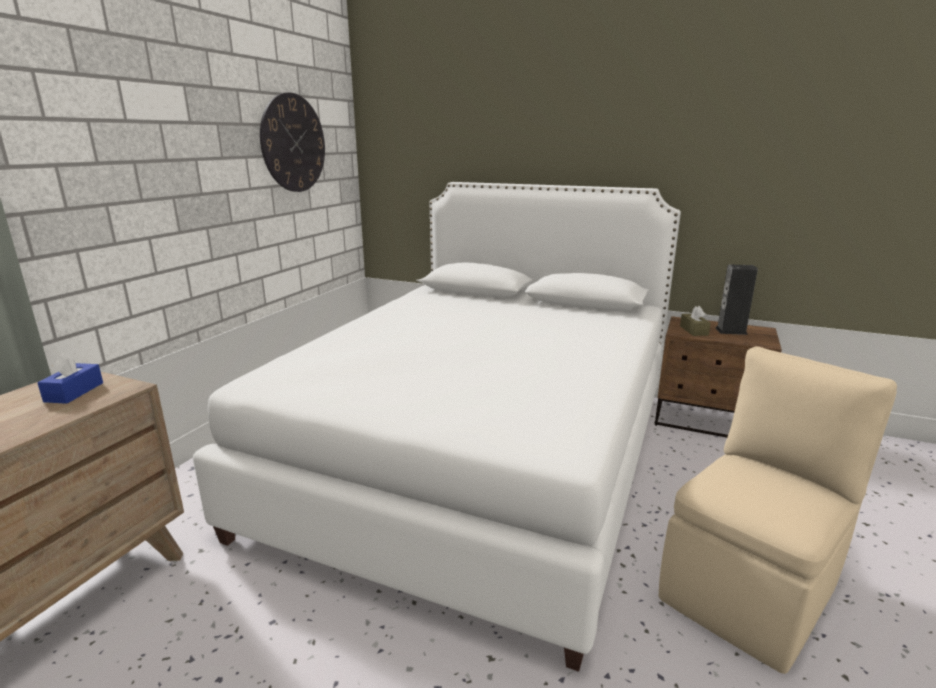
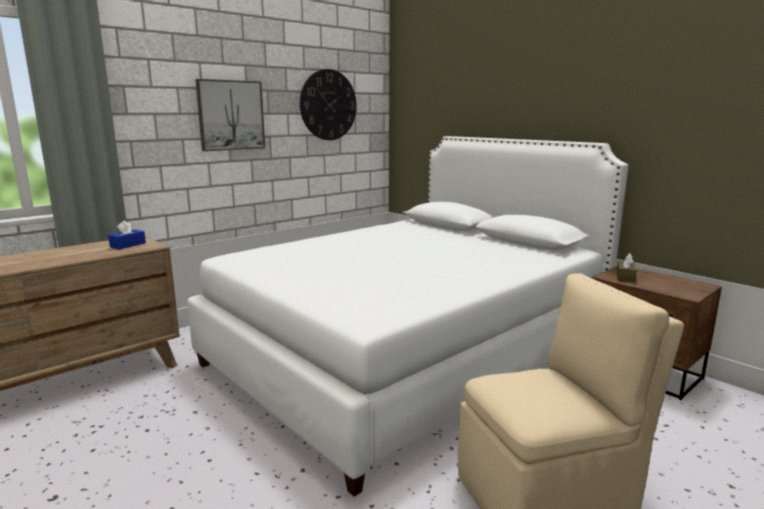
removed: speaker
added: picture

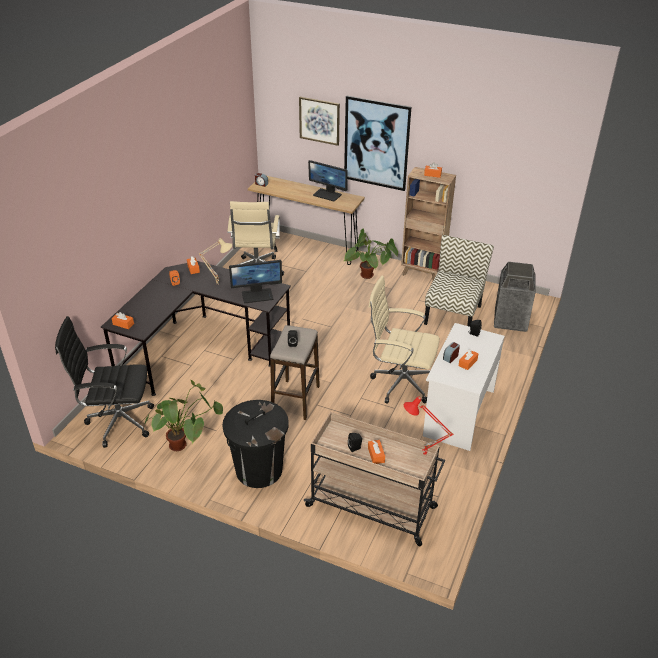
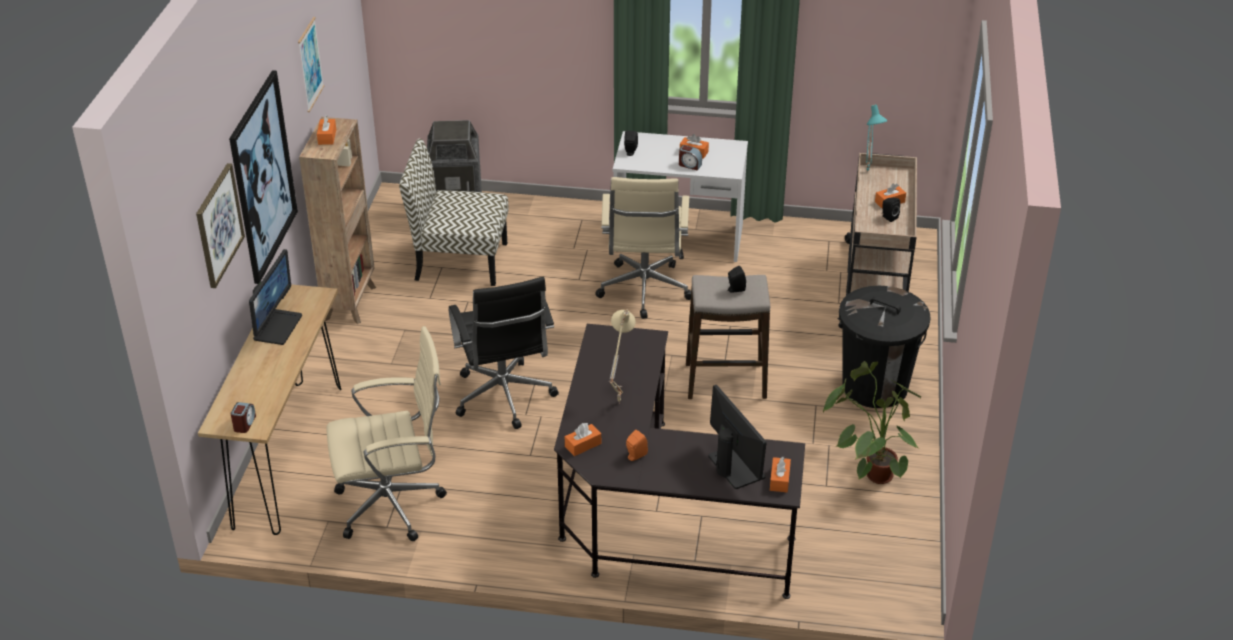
removed: potted plant (2nd from left)
added: picture (3rd from left)
moved: computer screen (1st from left in the first image) to computer screen (2nd from left); desk chair (blackish)
recoloured: tabletop lamp (red) to tabletop lamp (blue-green)

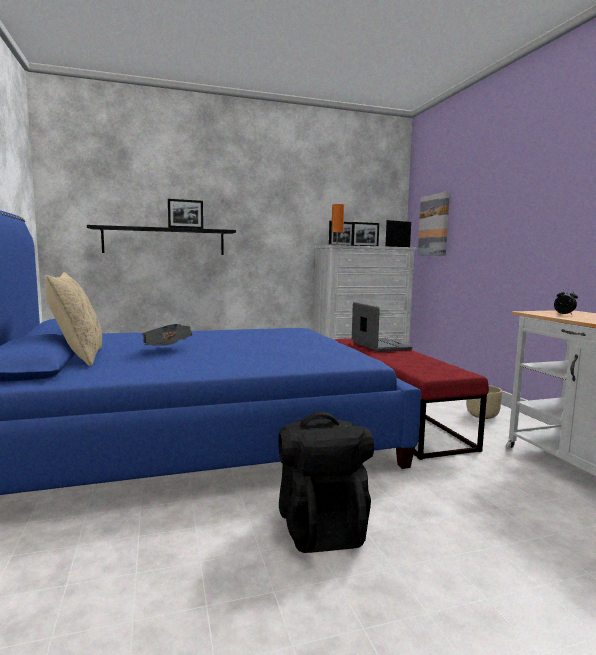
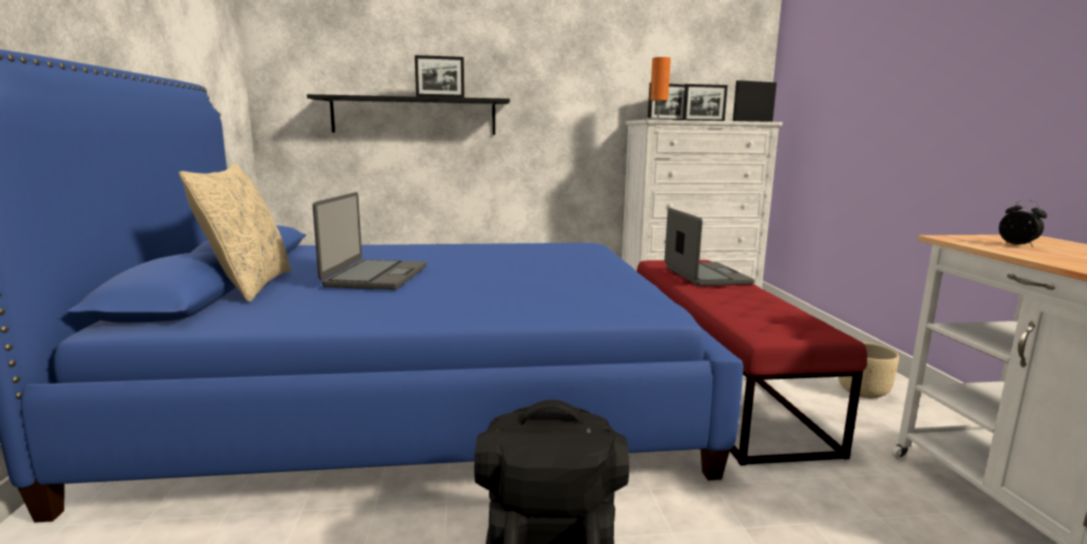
removed: picture
replaced: printed paper to portable computer (1st from left)

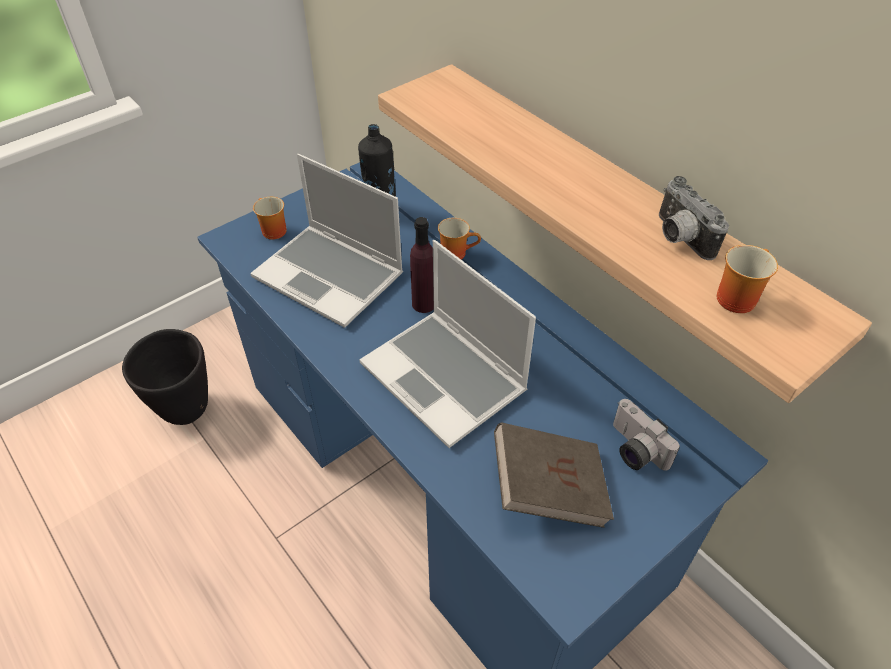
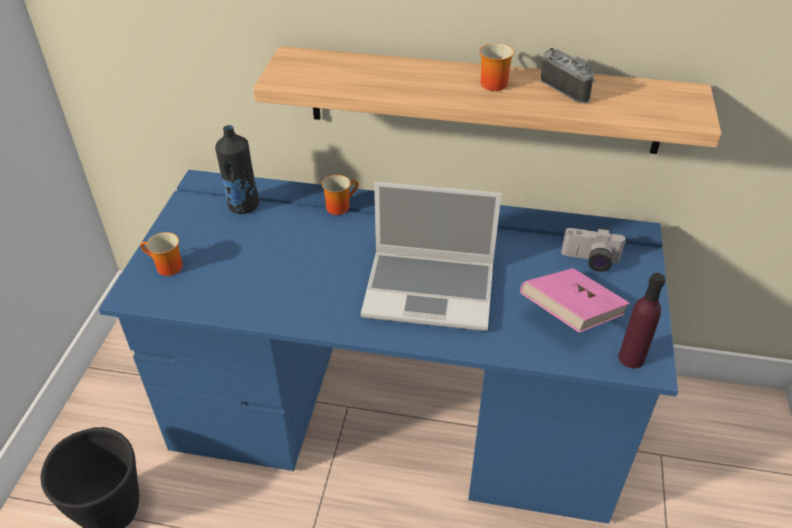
removed: portable computer (1st from left)
moved: drink bottle (purple-coloured); mug (3rd from left)
recoloured: book (brownish) to book (pinkish)
turned: still camera (2nd from left in the first image) 150 degrees counterclockwise

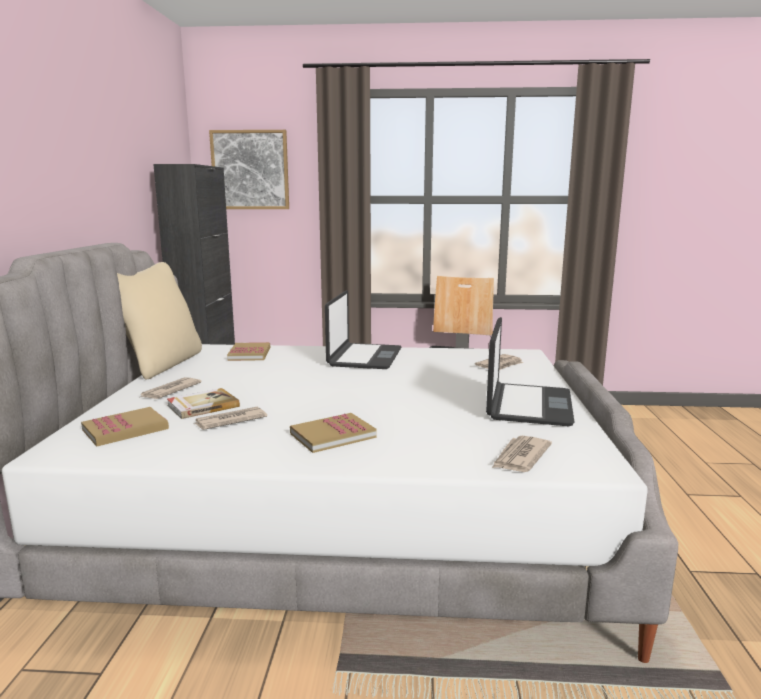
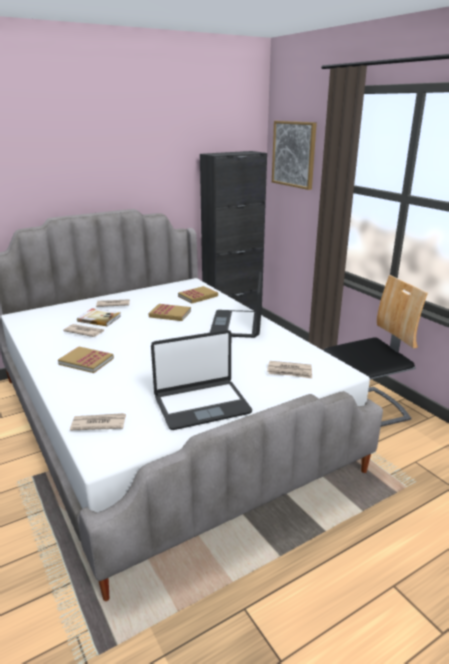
removed: cushion (sand-coloured)
moved: book (1st from left in the first image) to book (3rd from left)
turned: portable computer (1st from left in the first image) 120 degrees clockwise

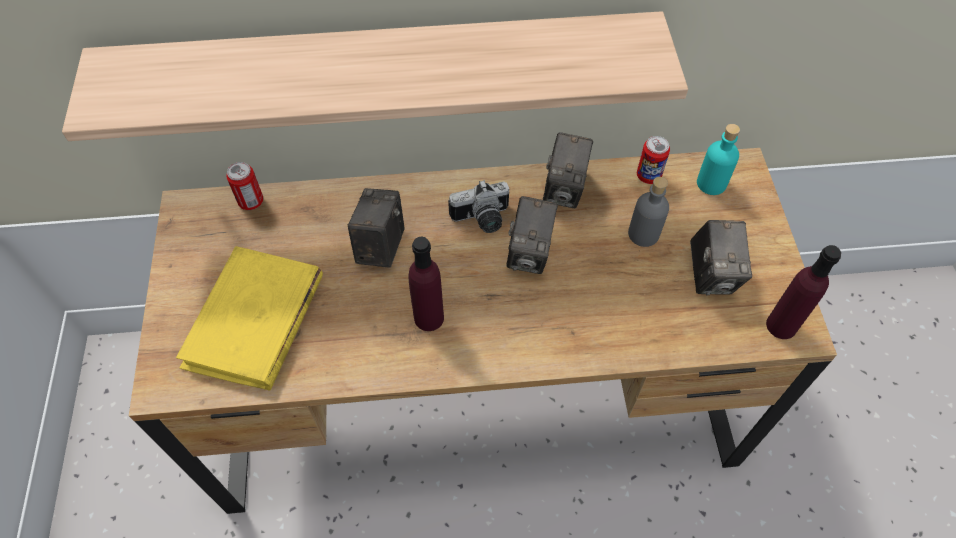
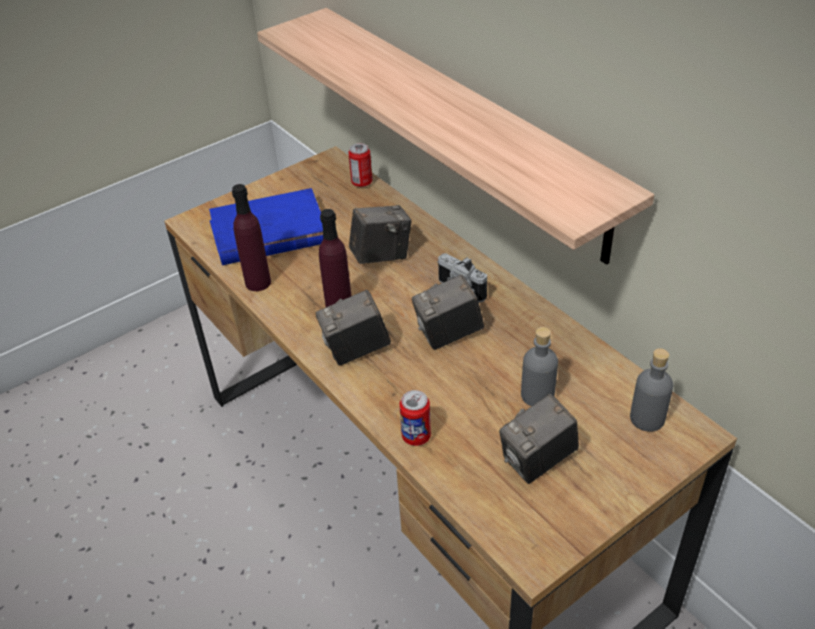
moved: still camera (4th from left in the first image) to still camera (1st from left); can (2nd from left); drink bottle (purple-coloured) (2nd from left in the first image) to drink bottle (purple-coloured) (1st from left)
recoloured: drink bottle (blue-green) to drink bottle (gray) (2nd from left); book (yellowish) to book (blue-coloured)

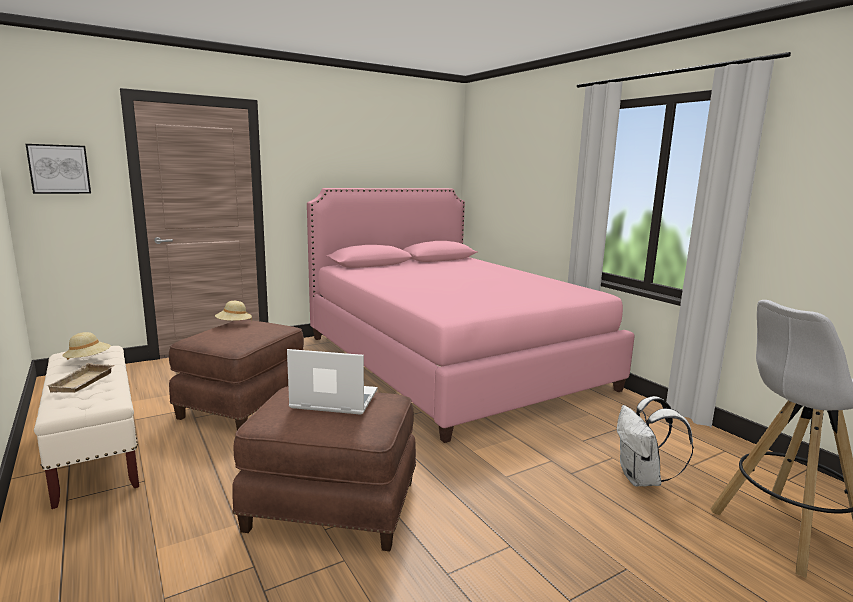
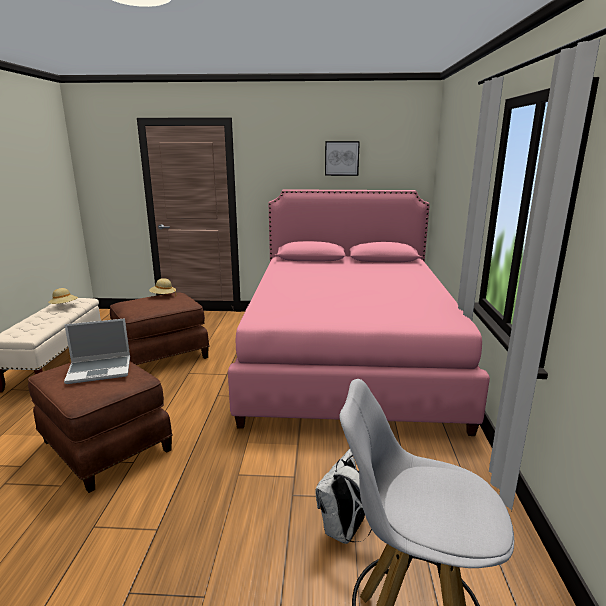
removed: tray (sand-coloured)
moved: picture
turned: portable computer 120 degrees clockwise

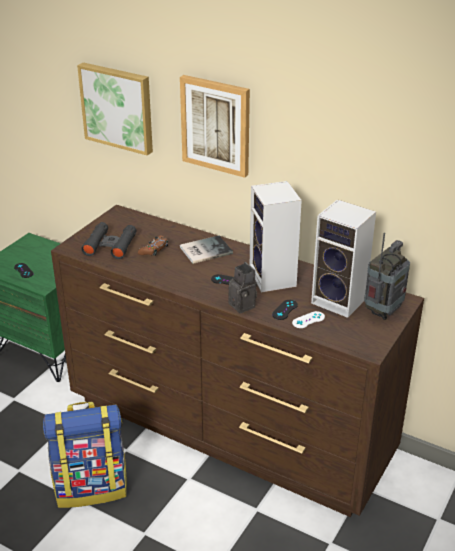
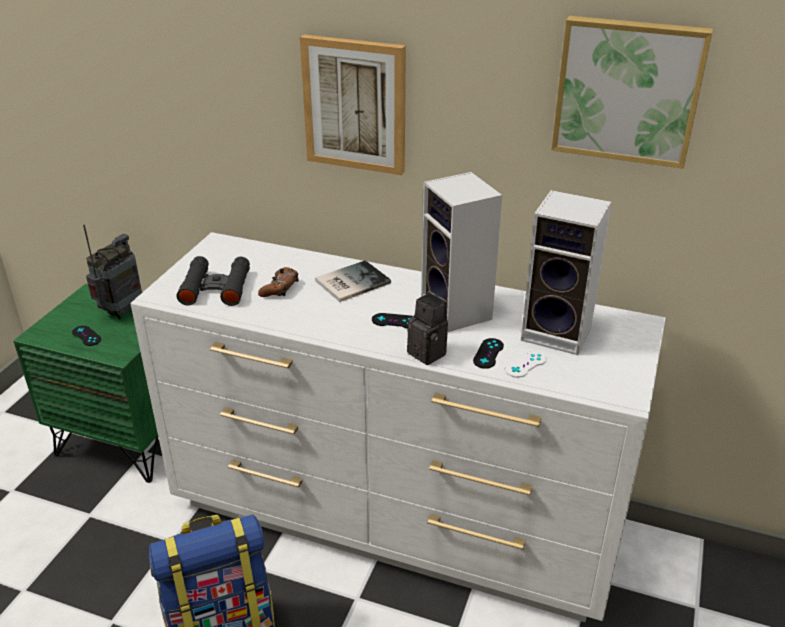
moved: picture (1st from left in the first image) to picture (2nd from left); radio set
recoloured: chest of drawers (brownish) to chest of drawers (white-coloured)

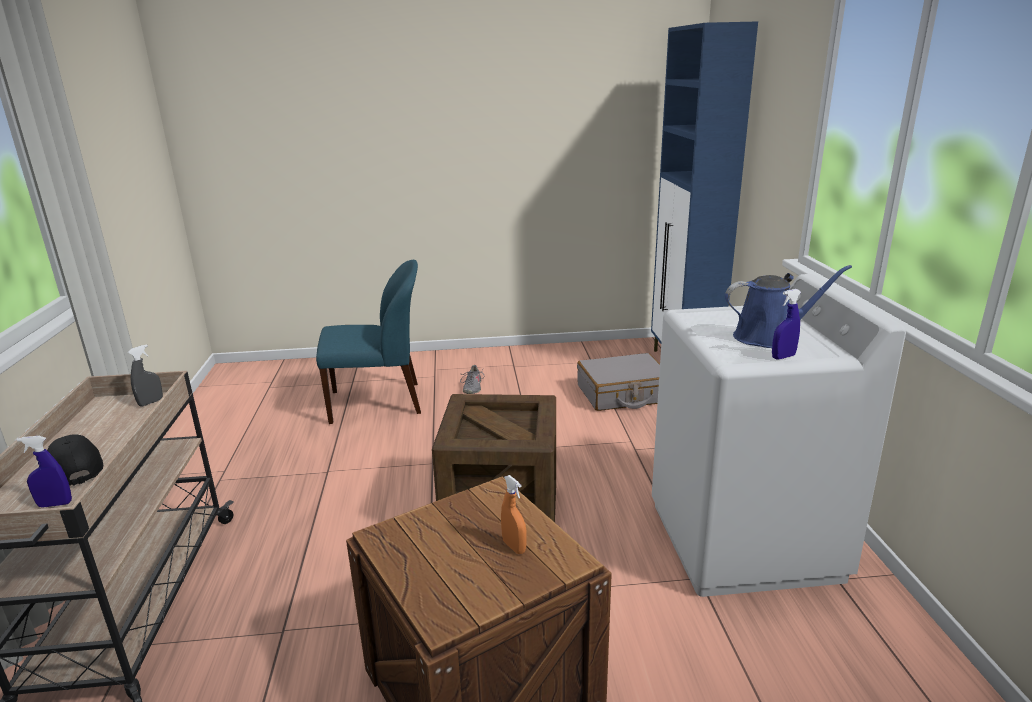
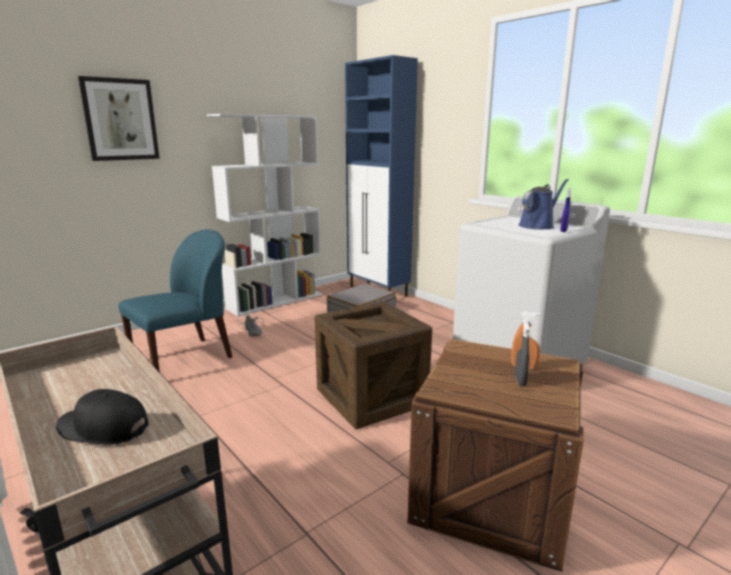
removed: hand sprayer (blue-coloured) (1st from left)
added: picture; bookcase (white-coloured)
moved: hand sprayer (gray)

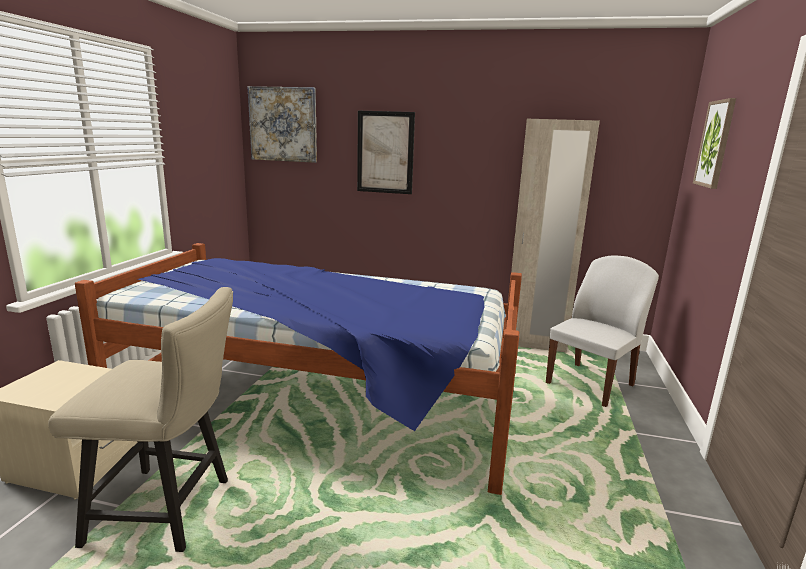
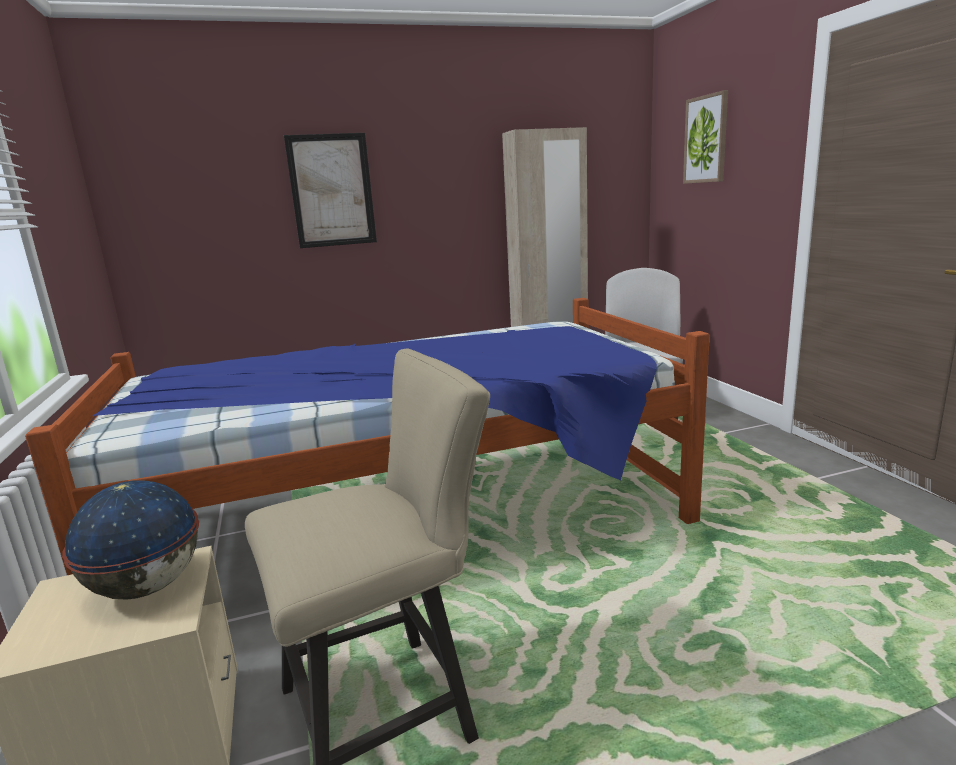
removed: picture (1st from left)
added: world globe

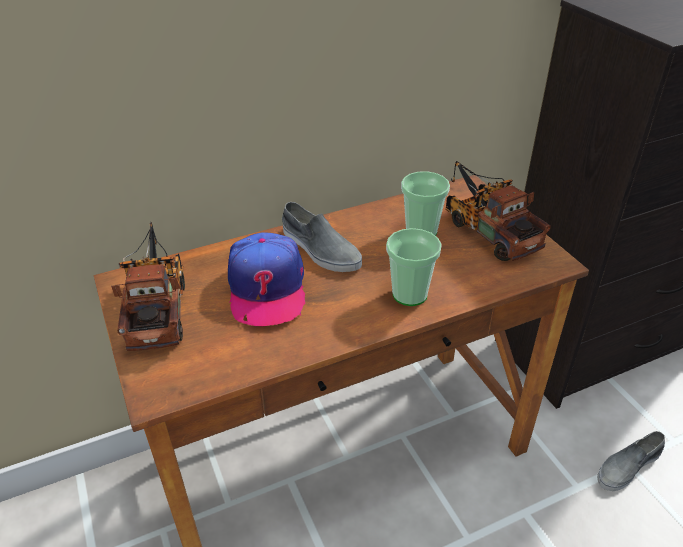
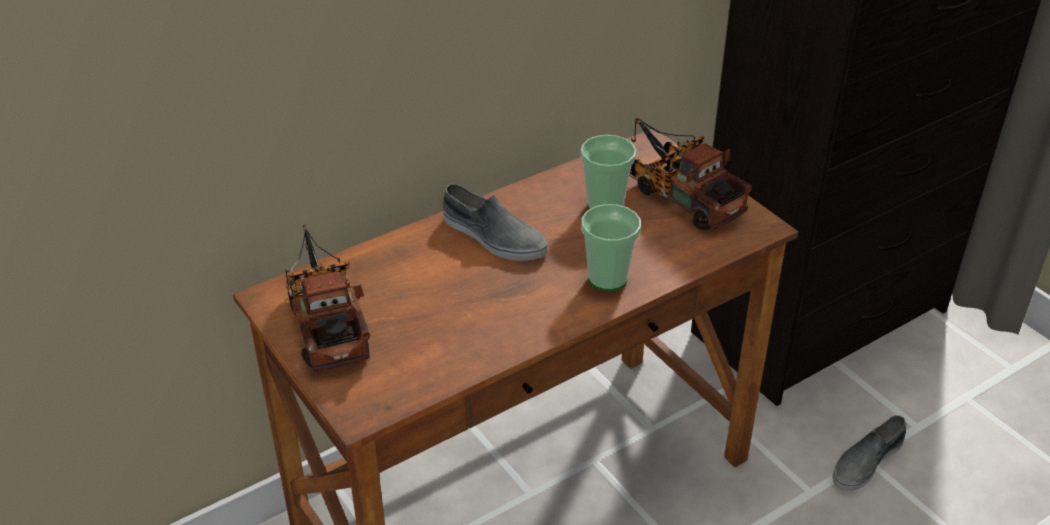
removed: cap

